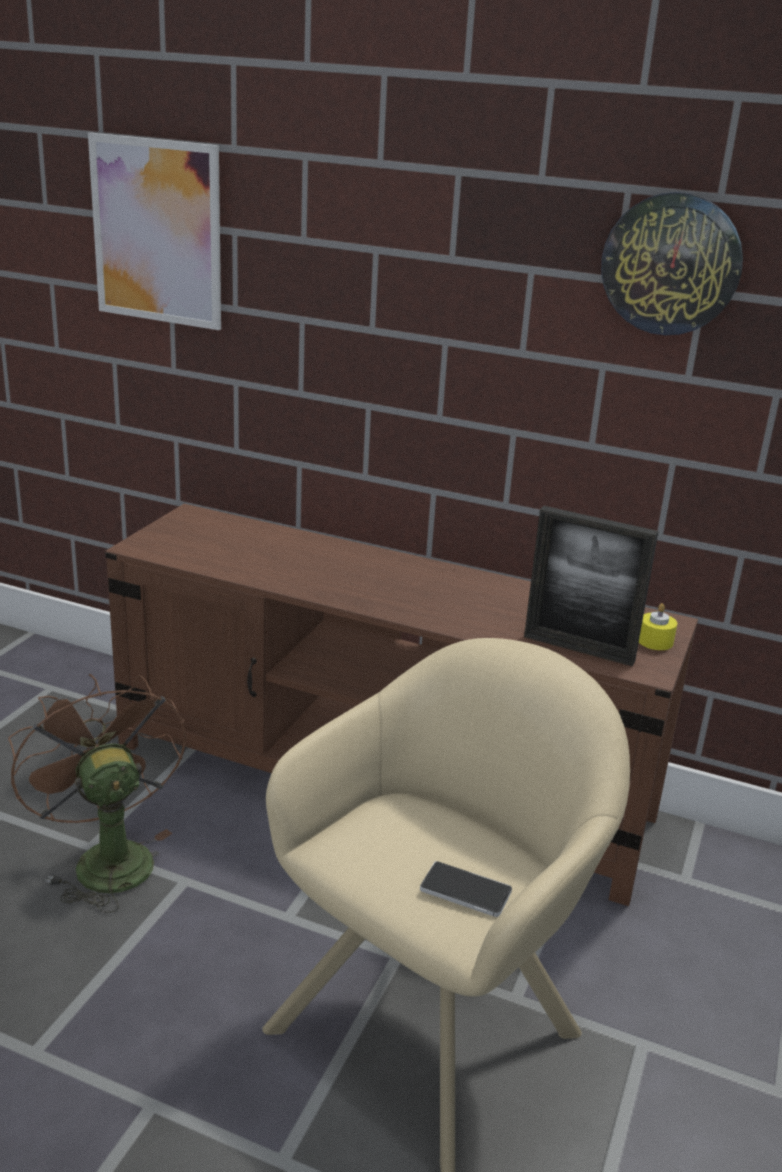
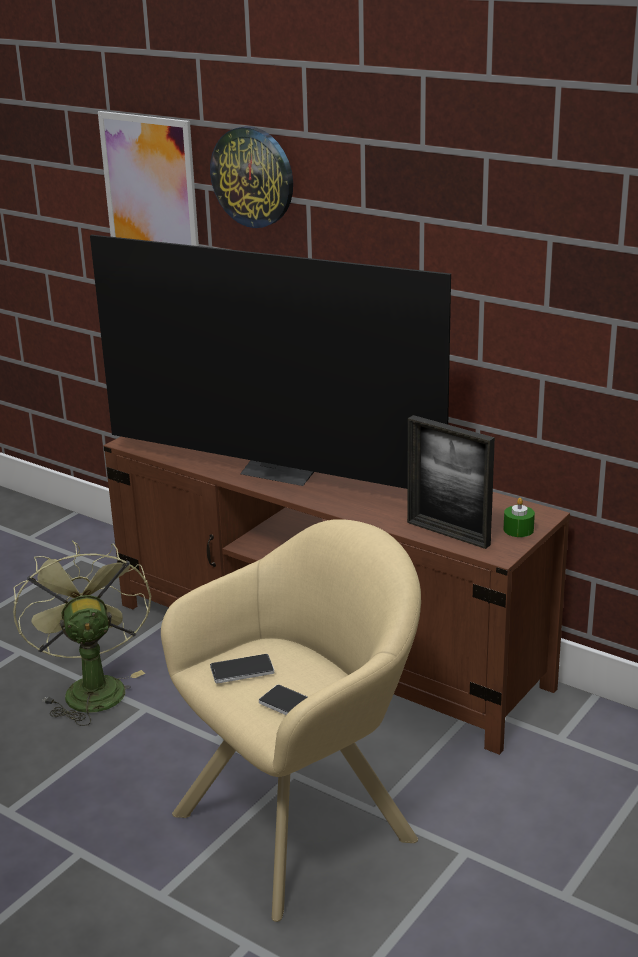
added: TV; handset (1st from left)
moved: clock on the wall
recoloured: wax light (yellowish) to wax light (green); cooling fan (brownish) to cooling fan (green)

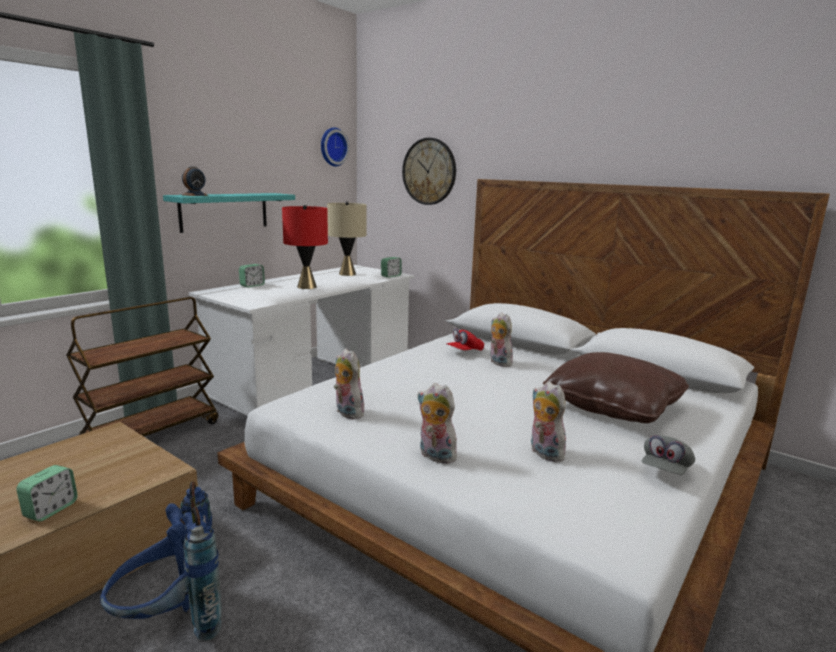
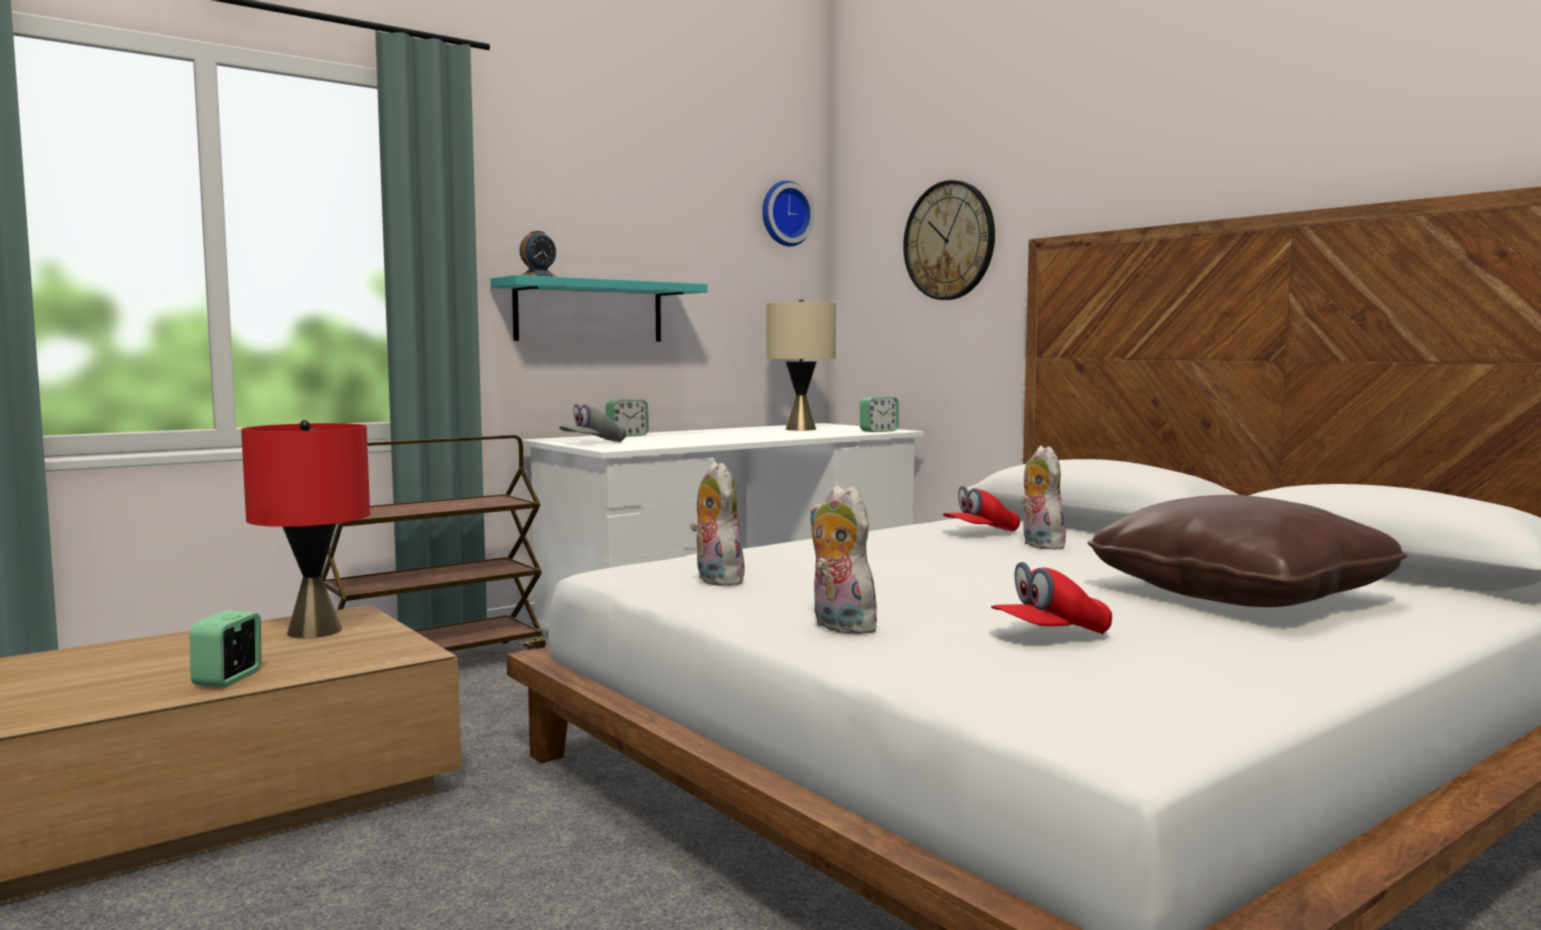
removed: knapsack (blue-coloured)
moved: tabletop lamp (red); cap (gray)
replaced: plush toy (4th from left) to cap (red) (2nd from left)
turned: alarm clock (1st from left) 150 degrees clockwise

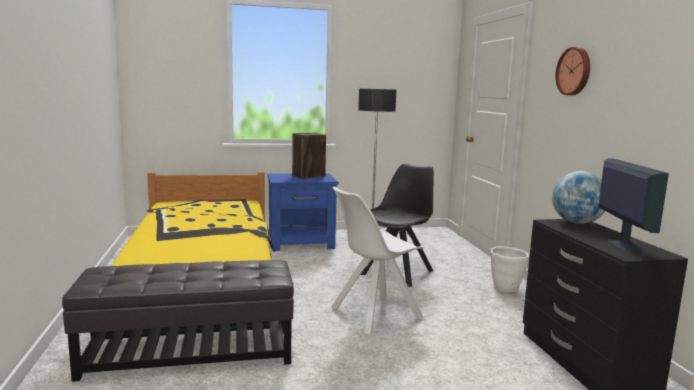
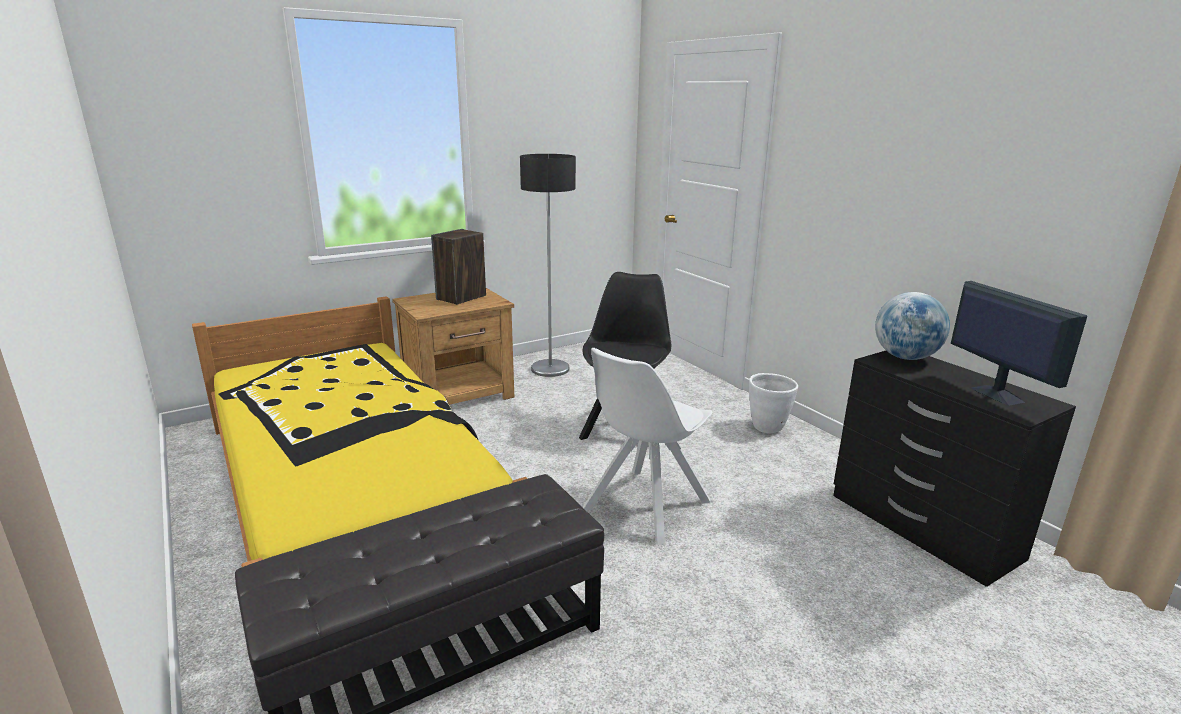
removed: clock on the wall
recoloured: nightstand (blue-coloured) to nightstand (brownish)

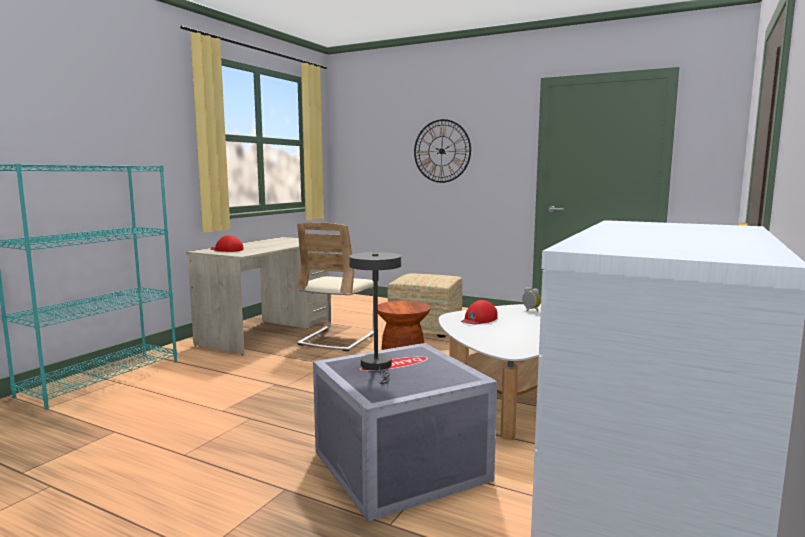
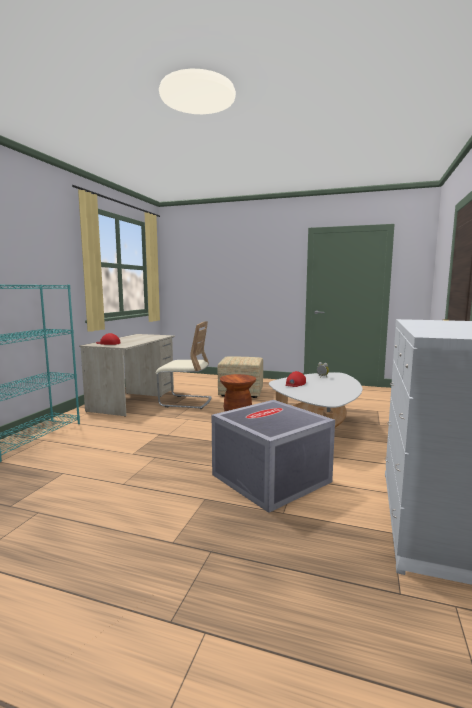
removed: clock on the wall; tabletop lamp (gray)
turned: upright chair (sand-coloured) 90 degrees counterclockwise

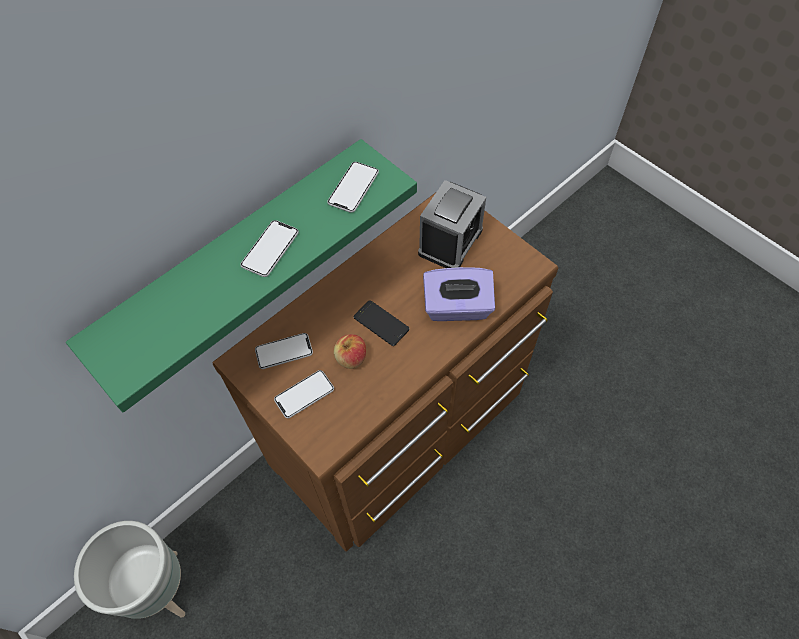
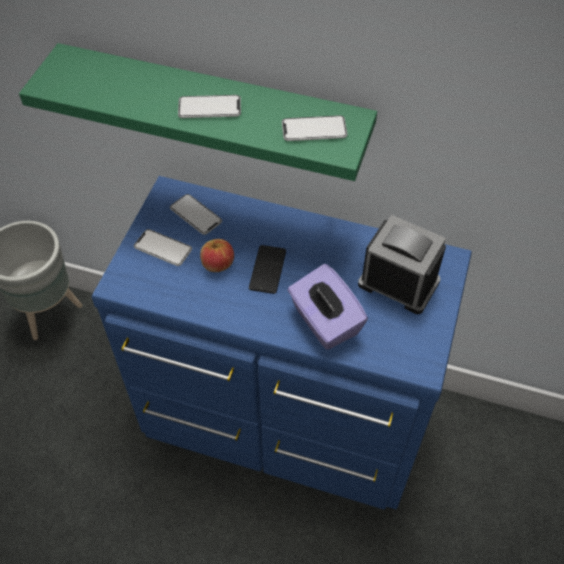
recoloured: chest of drawers (brownish) to chest of drawers (blue-coloured)
turned: alarm clock 150 degrees counterclockwise

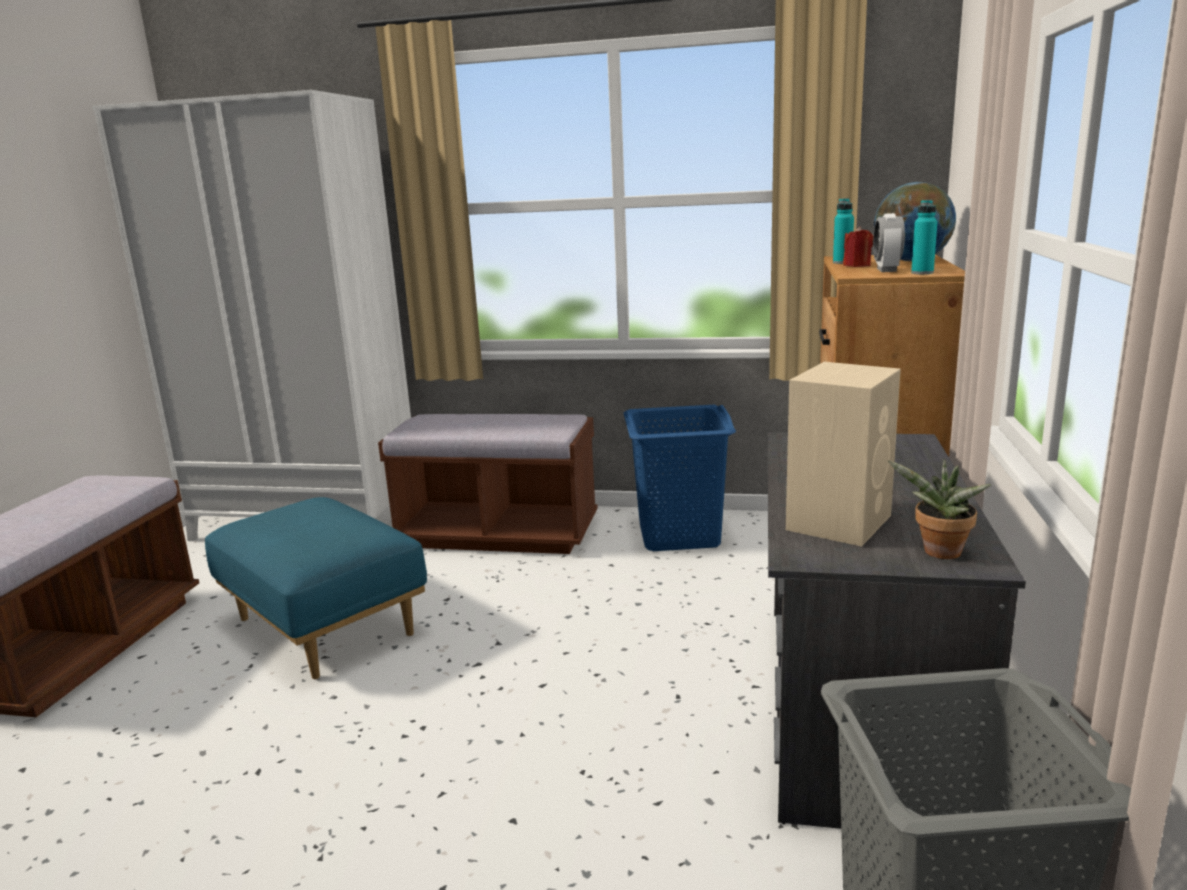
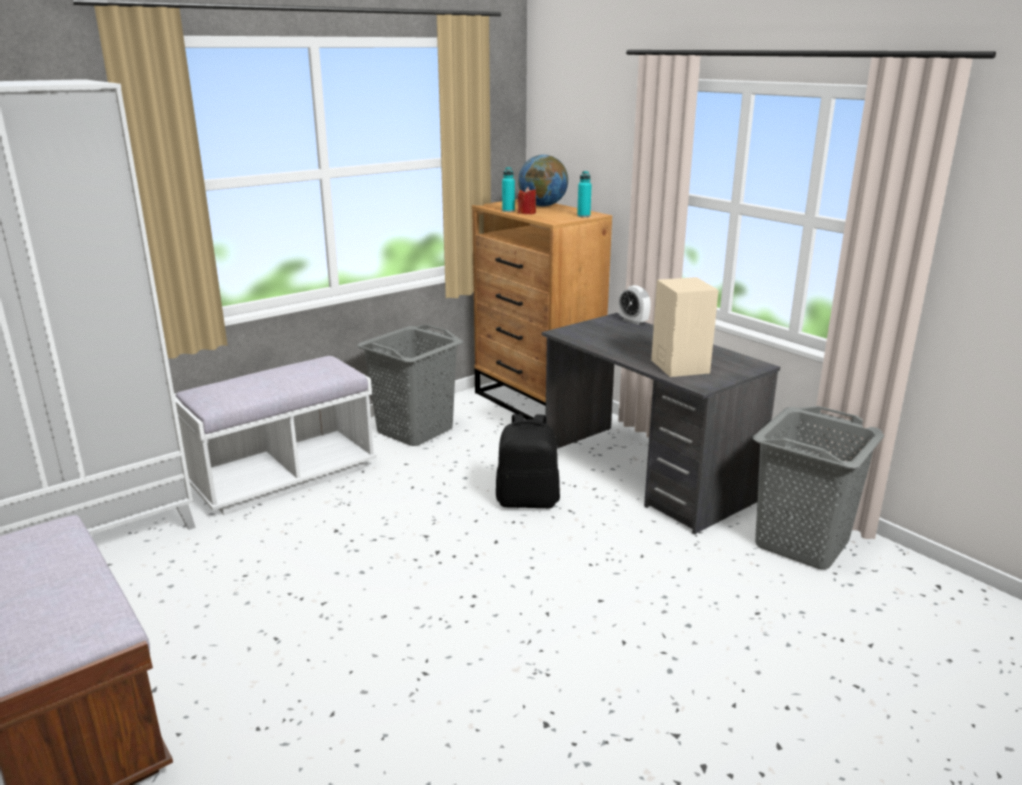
removed: potted plant; ottoman (blue-coloured)
added: knapsack (blackish)
moved: alarm clock
recoloured: washing basket (blue-coloured) to washing basket (gray) (1st from left); indoor bench (brownish) (2nd from left) to indoor bench (white-coloured)

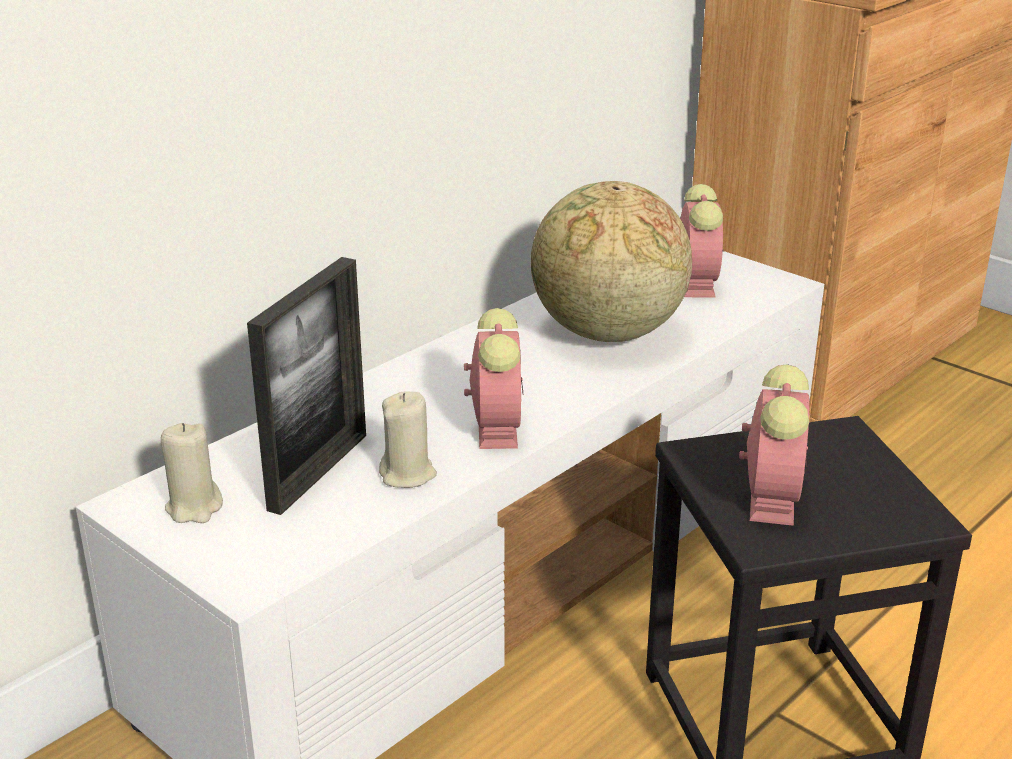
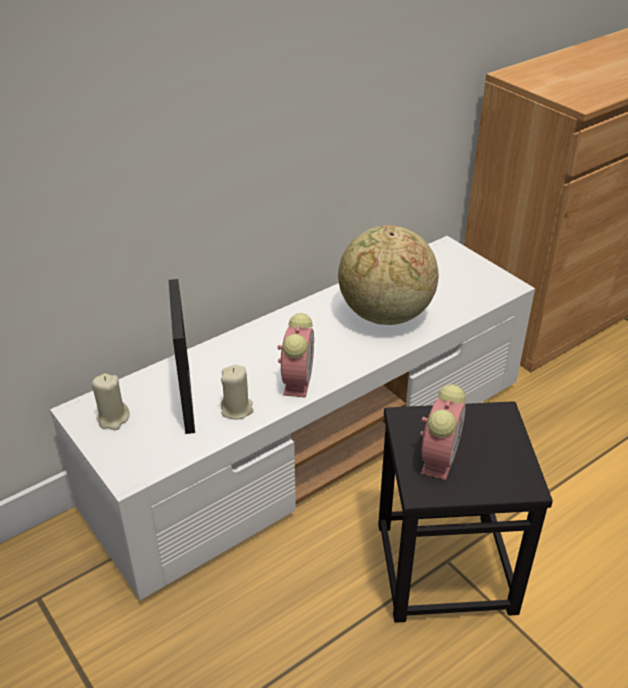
removed: alarm clock (2nd from left)
turned: photo frame 45 degrees counterclockwise

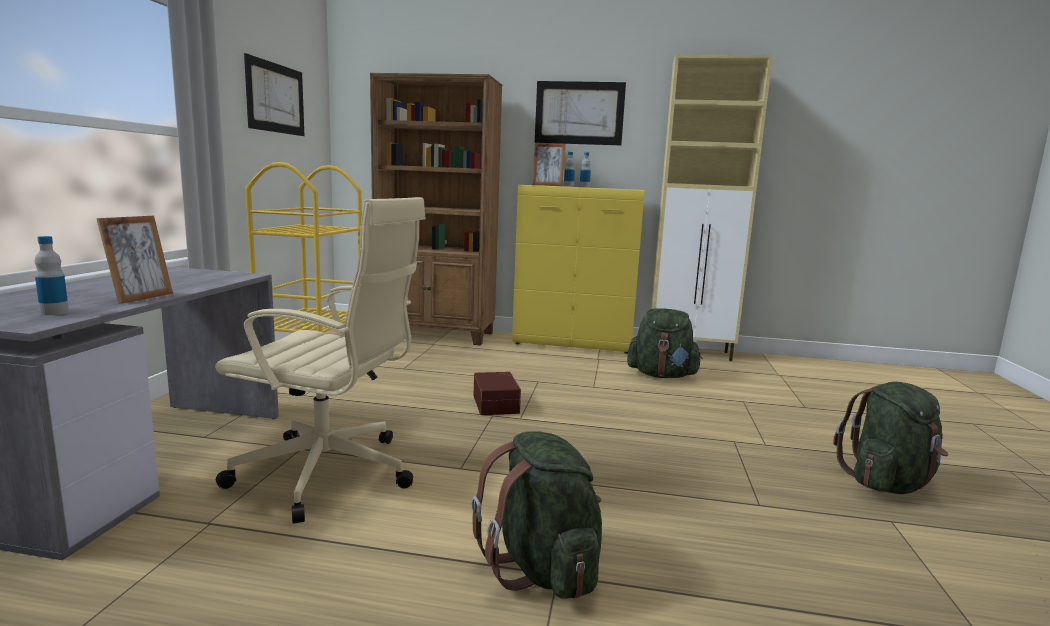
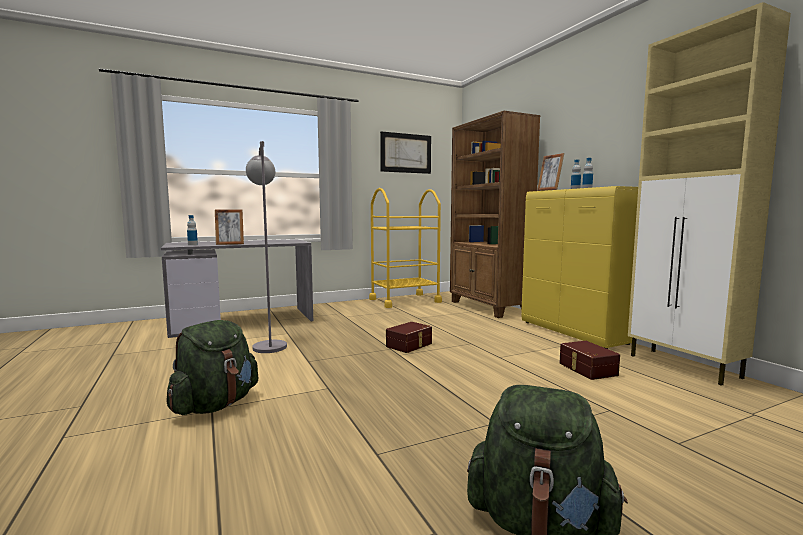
removed: picture (2nd from left)
replaced: desk chair (sand-coloured) to floor lamp (gray); knapsack (green) (2nd from left) to storage container (brownish) (2nd from left)

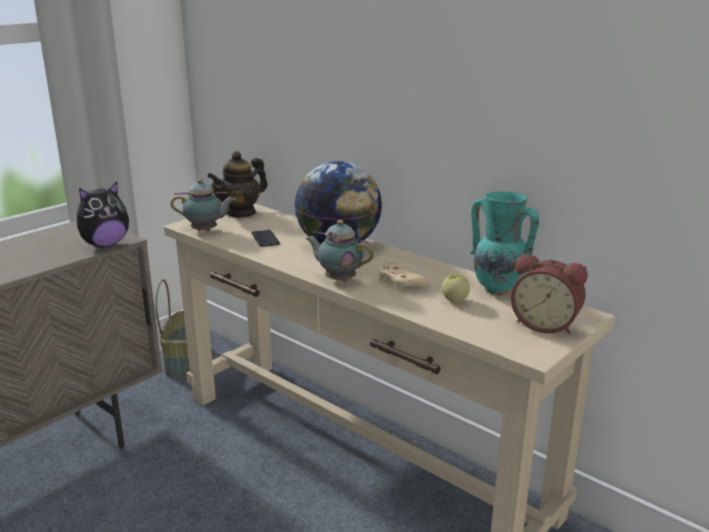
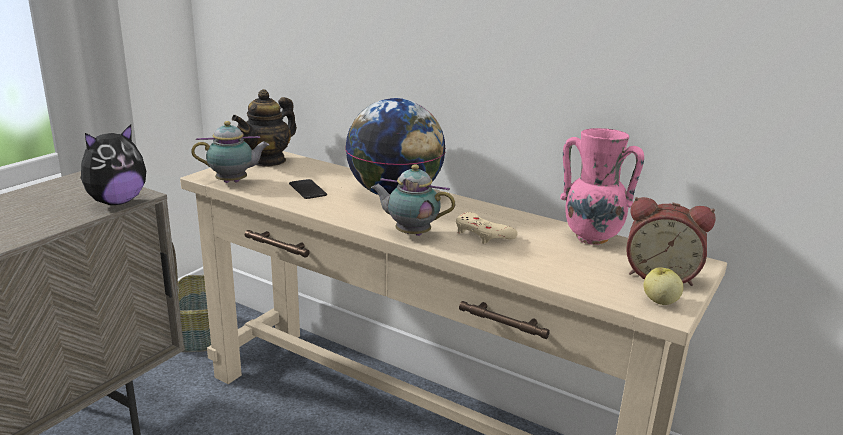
moved: apple
recoloured: decorative vase (blue-green) to decorative vase (pinkish)

